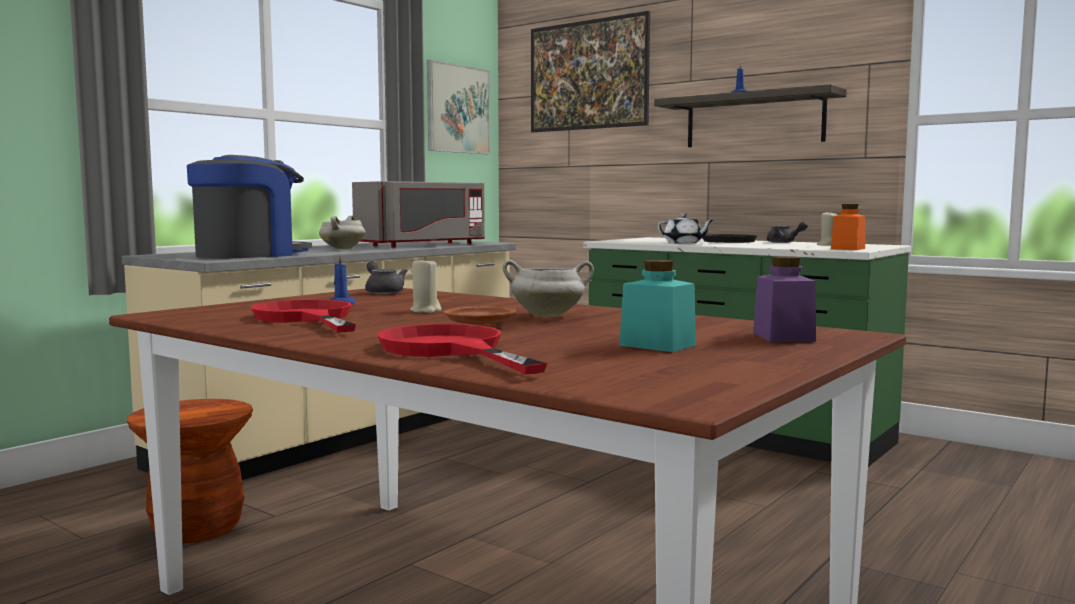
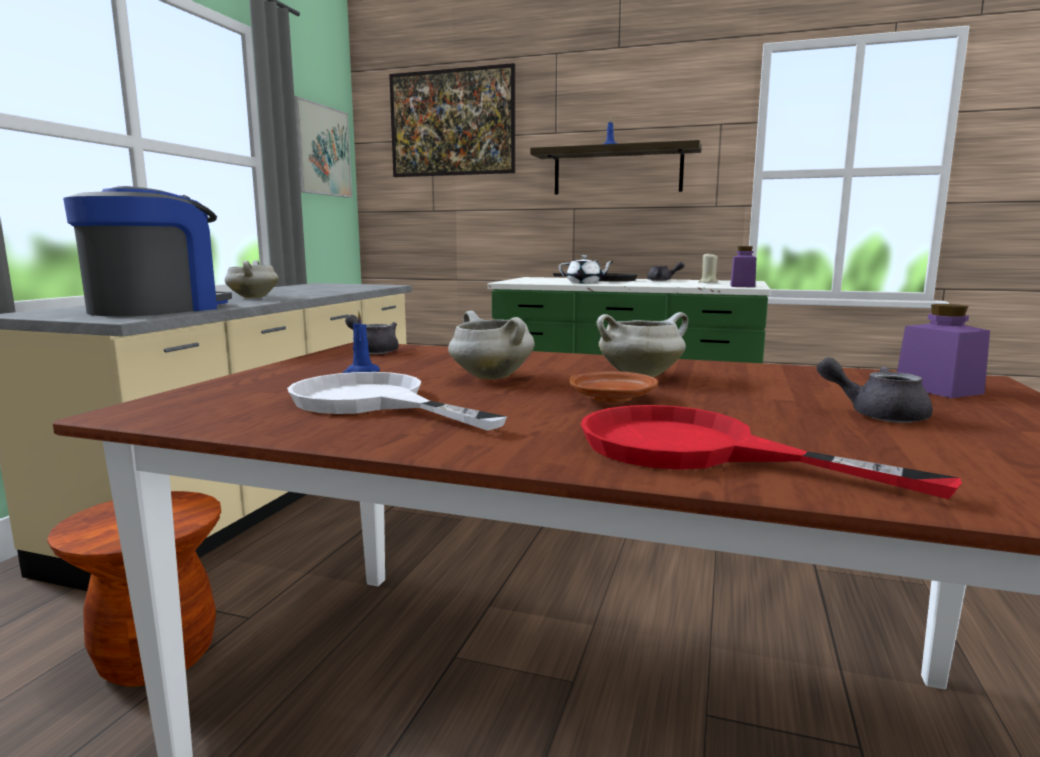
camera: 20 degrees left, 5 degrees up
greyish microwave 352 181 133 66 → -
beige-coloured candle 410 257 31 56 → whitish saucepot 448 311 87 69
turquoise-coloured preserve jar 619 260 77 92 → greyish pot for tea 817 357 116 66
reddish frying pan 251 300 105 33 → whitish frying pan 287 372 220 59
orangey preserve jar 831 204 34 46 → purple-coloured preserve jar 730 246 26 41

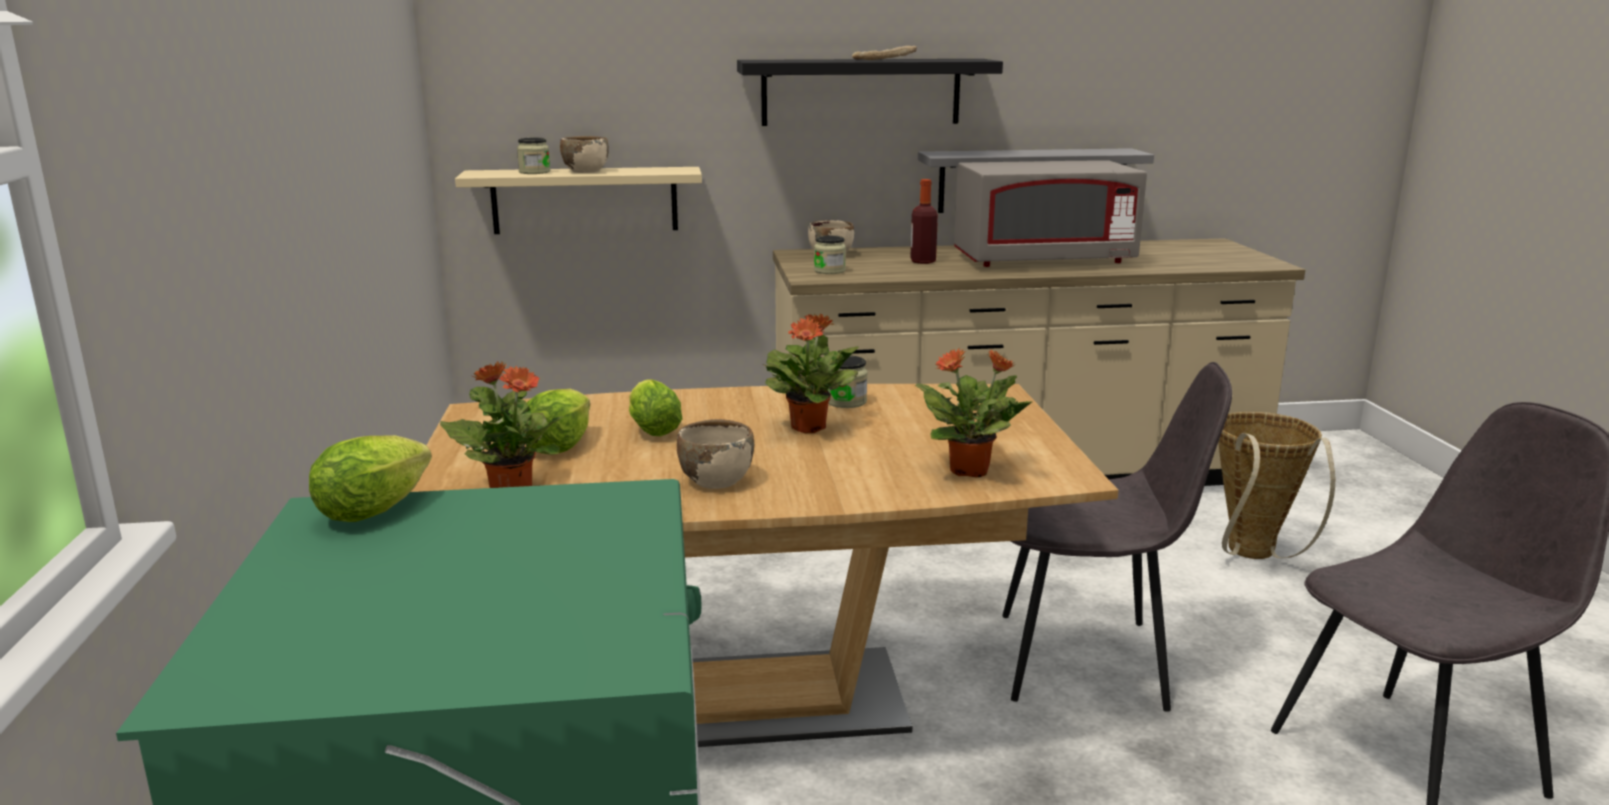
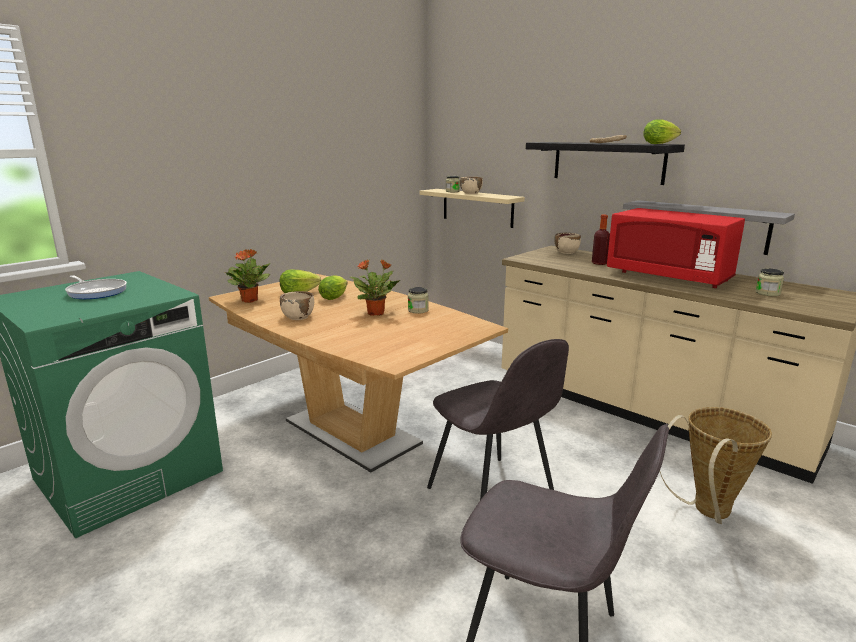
camera: 50 degrees right, 0 degrees up
houseplant 915 348 117 130 → -
- → frying pan 65 275 62 24
head of lettuce 309 435 123 87 → head of lettuce 643 119 38 25, relocated
preserve jar 814 235 32 39 → preserve jar 755 268 29 28, relocated
greyish microwave 954 161 193 106 → reddish microwave 607 208 138 80

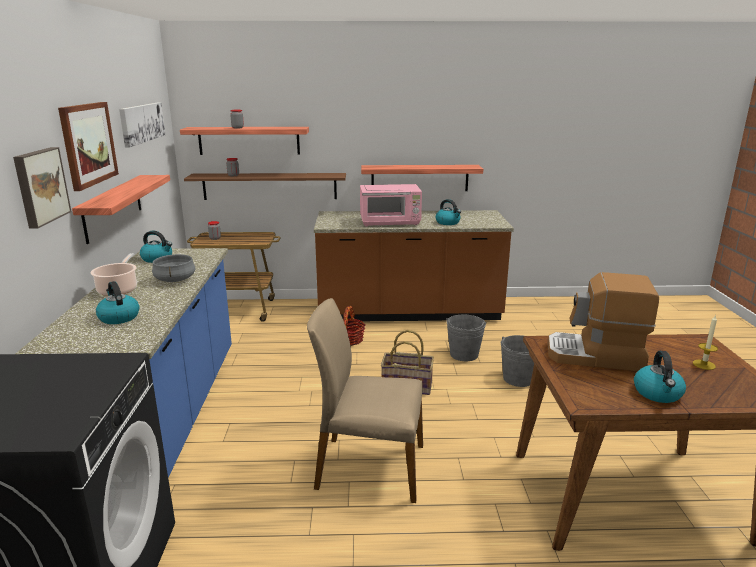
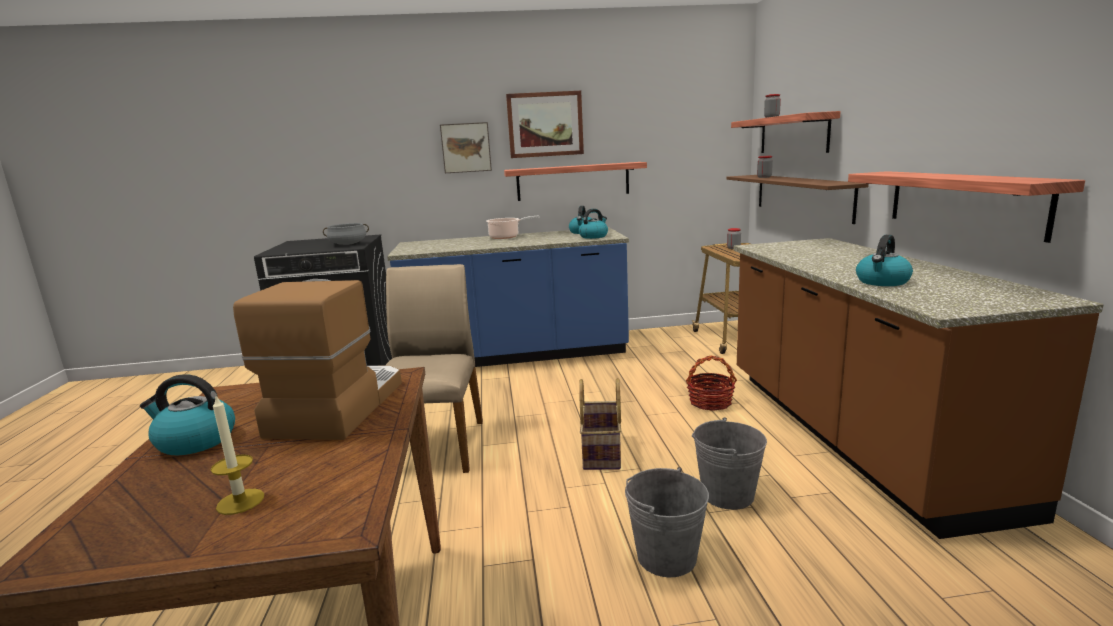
camera: 85 degrees right, 5 degrees down
wall picture 119 102 46 46 → -
pinkish microwave 360 184 62 42 → -
kettle 96 281 44 43 → kettle 579 209 29 30, relocated
greyish saucepot 152 254 44 28 → greyish saucepot 323 223 46 22, relocated

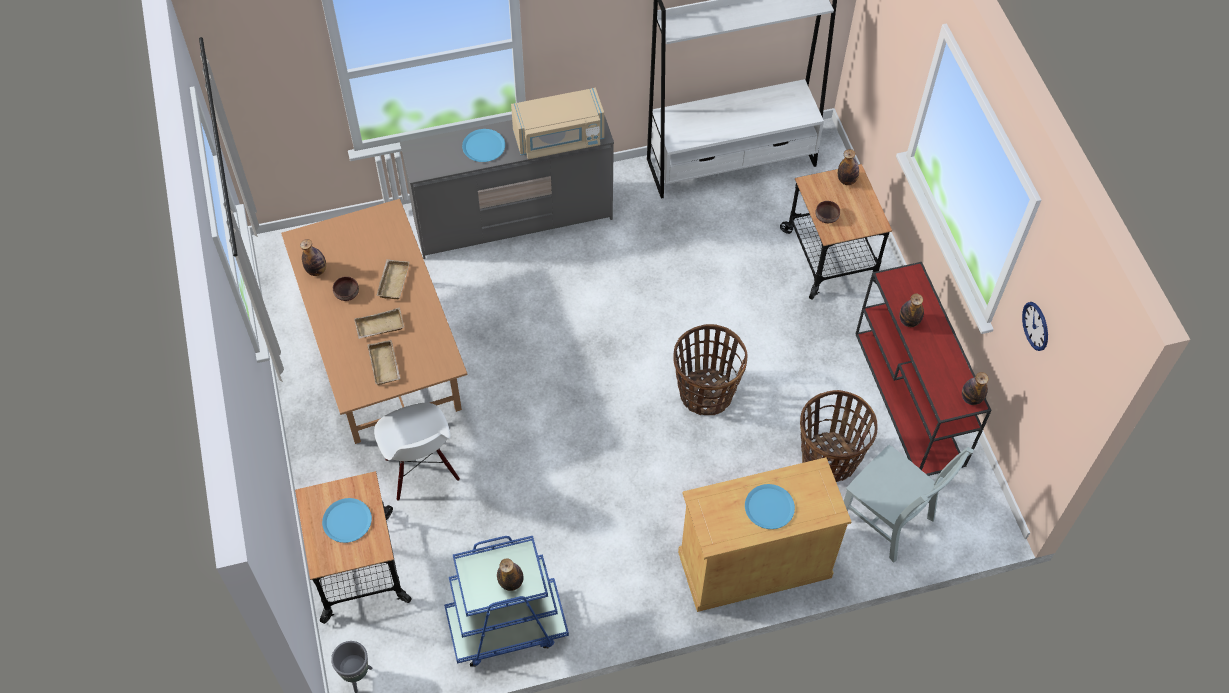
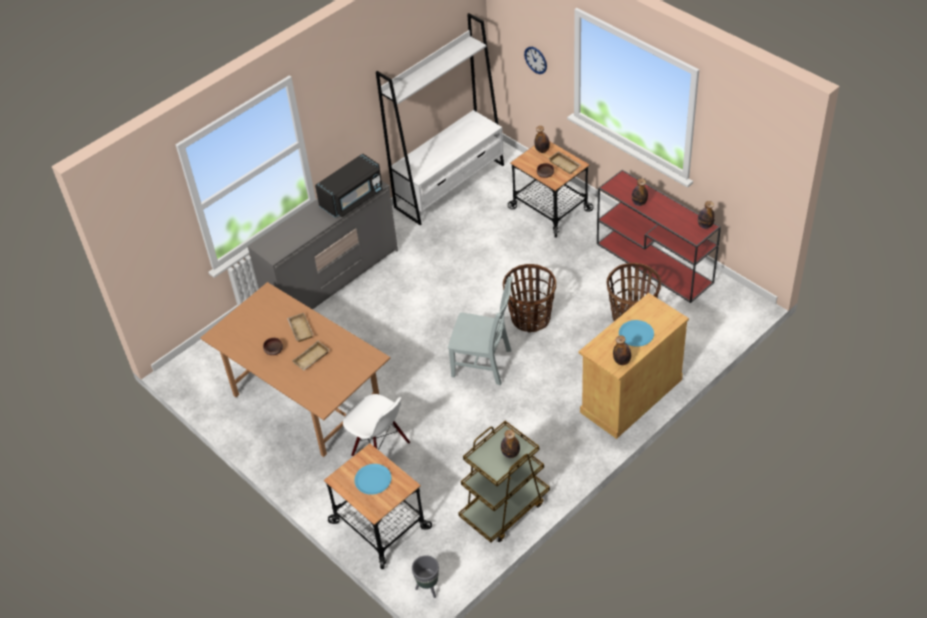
camera: 25 degrees left, 10 degrees down
blue plate 462 129 43 33 → -
beverage bottle 300 239 26 37 → beverage bottle 613 335 18 30, relocated
beige-coloured tray 367 340 33 46 → beige-coloured tray 548 151 33 23, relocated
greyish plain chair 844 445 130 118 → greyish plain chair 448 276 65 109, relocated
clock on the wall 1022 302 26 49 → clock on the wall 524 47 23 27, relocated
blue trolley 444 536 125 131 → brown trolley 458 421 92 121
beige-coloured microwave 511 88 93 71 → black microwave 315 153 68 65

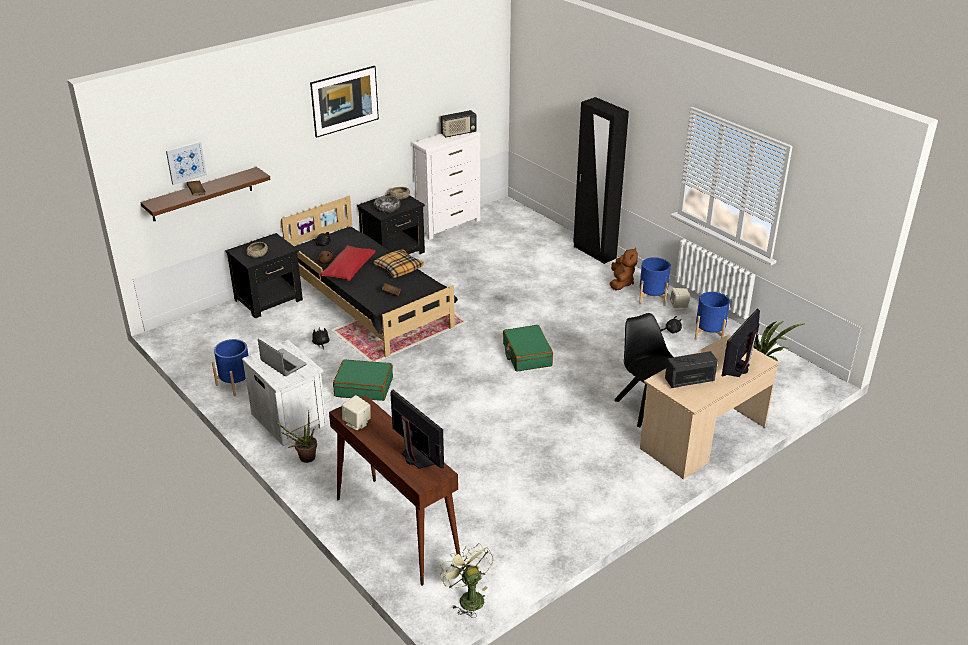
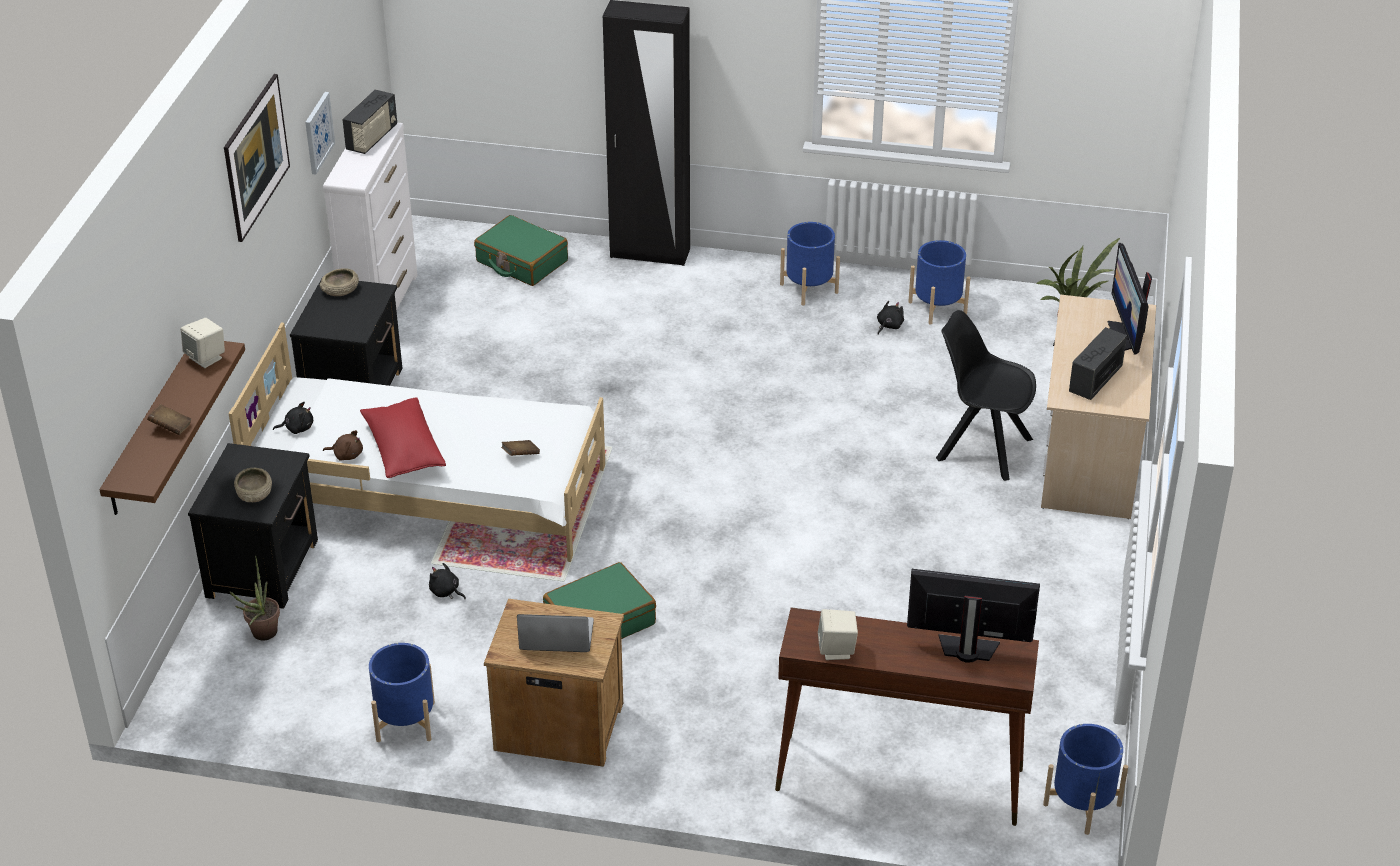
camera: 40 degrees left, 5 degrees up
cushion 373 249 51 29 → -
serving bowl 374 196 26 17 → -
brown plush toy 610 247 28 44 → -
wall picture 166 141 41 44 → wall picture 305 92 30 82, relocated
houseplant 275 410 42 53 → houseplant 230 556 50 85, relocated
green-coloured piece of luggage 503 325 50 47 → green-coloured piece of luggage 474 215 94 71, relocated
beige-coloured speaker 670 288 20 23 → beige-coloured speaker 180 318 45 50, relocated
green-coloured cooling fan 440 543 53 75 → blue plant pot 1043 724 85 111
whitish nightstand 242 340 85 106 → brown nightstand 484 599 140 168
black bed 281 196 177 162 → whitish bed 229 323 376 239

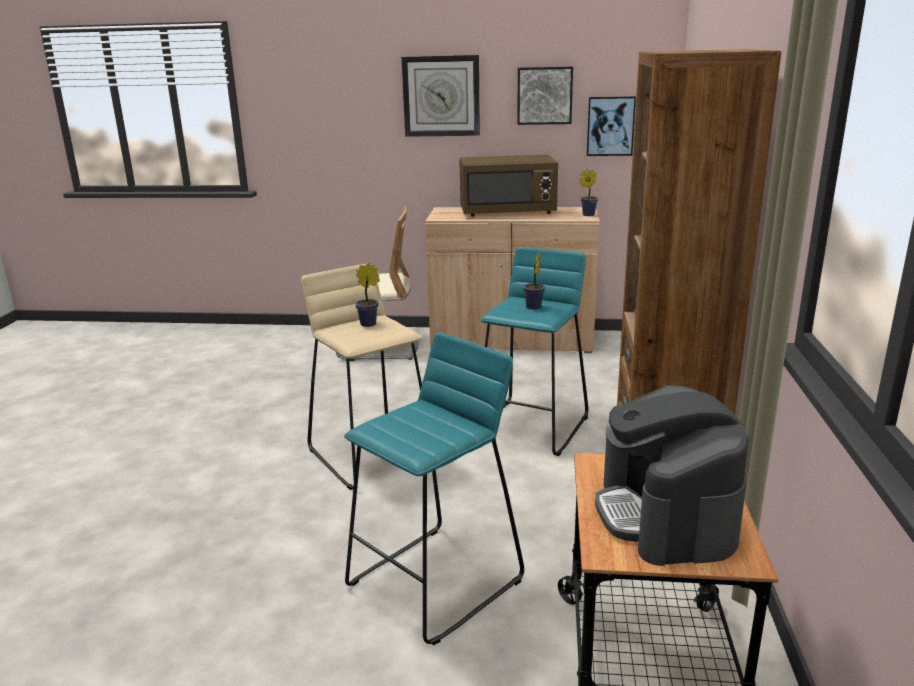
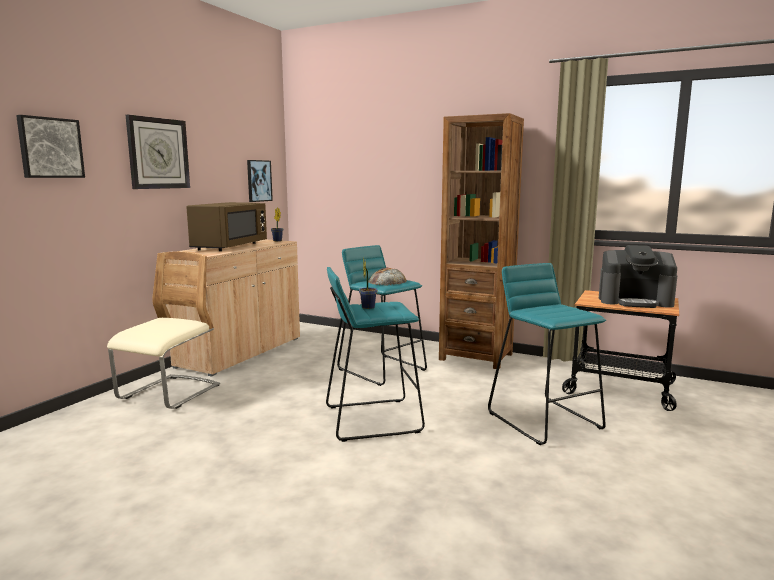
camera: 70 degrees left, 10 degrees down
wall picture 517 67 56 58 → wall picture 16 115 69 63, relocated
houseplant 523 251 22 59 → bakery bread 368 268 39 18
beige-coloured sitting stool 301 264 121 226 → turquoise-coloured sitting stool 326 267 99 175

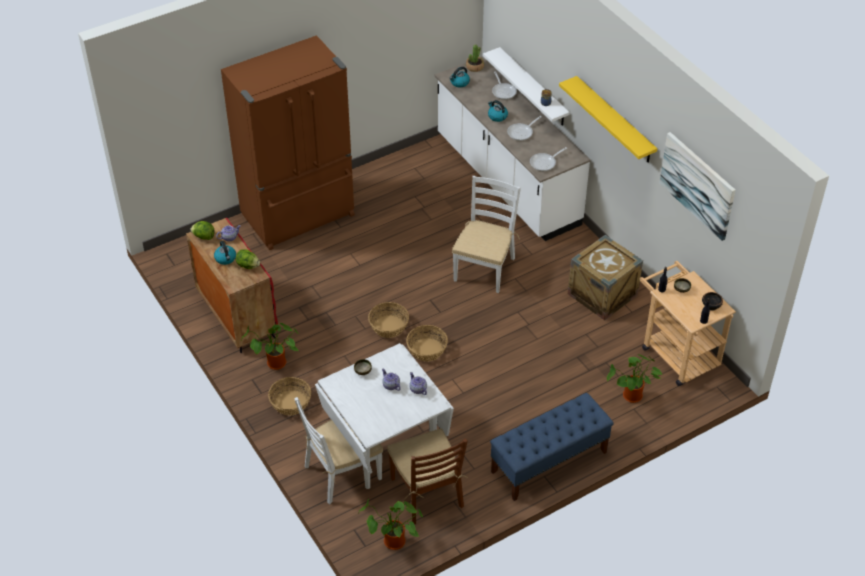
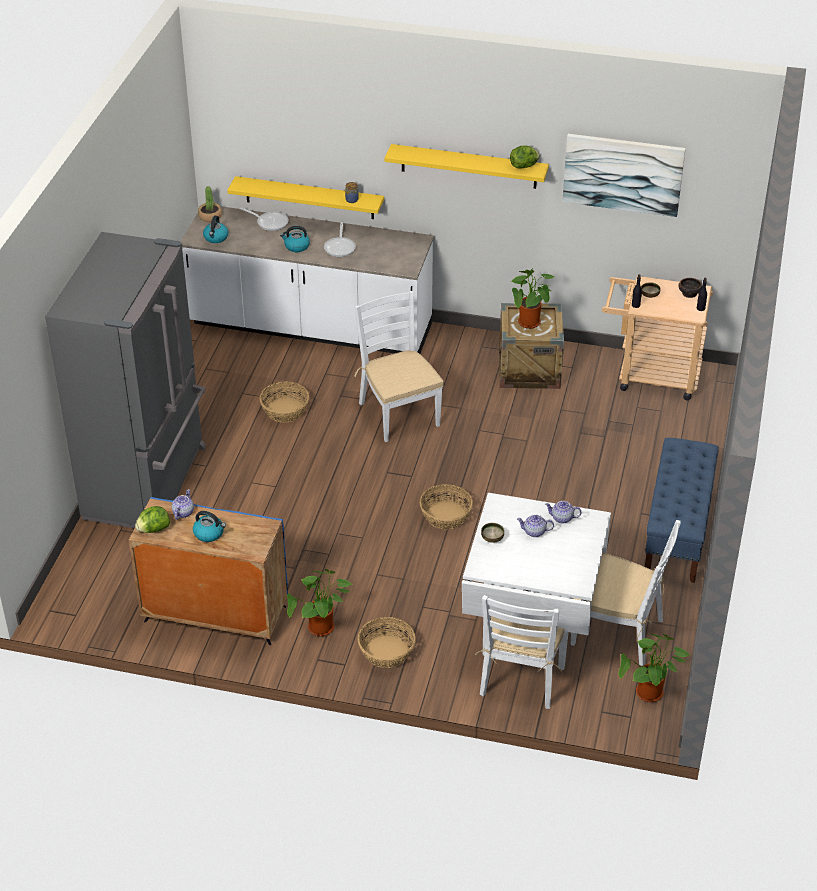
camera: 45 degrees left, 5 degrees down
frying pan 530 147 37 24 → -
head of lettuce 236 249 24 20 → head of lettuce 510 145 29 23, relocated
basket 368 302 41 36 → basket 259 381 50 42, relocated
houseplant 607 354 56 49 → houseplant 511 269 44 60, relocated
reddish cupboard 186 218 92 135 → blue cupboard 129 497 159 148
brown refrigerator 221 35 134 215 → greyish refrigerator 45 232 161 296
brown plain chair 387 428 81 96 → whitish plain chair 570 520 111 146
whitish wall shelf 483 47 87 79 → yellowish wall shelf 227 176 157 43

